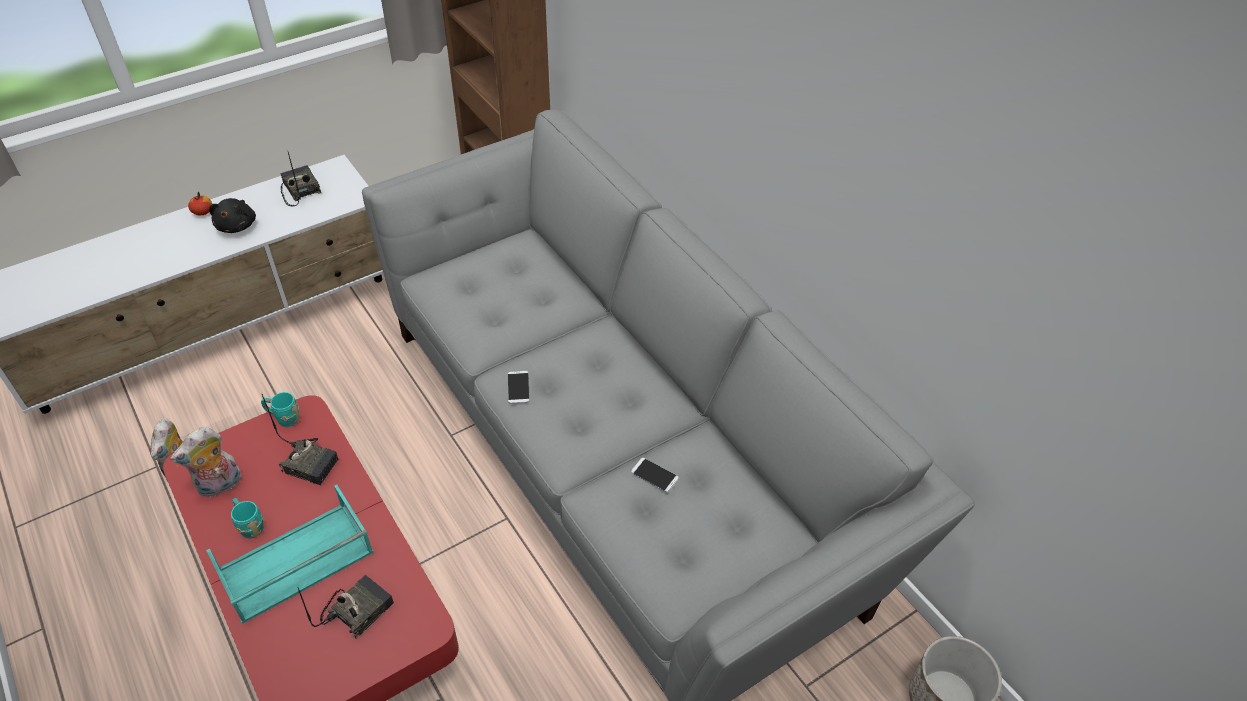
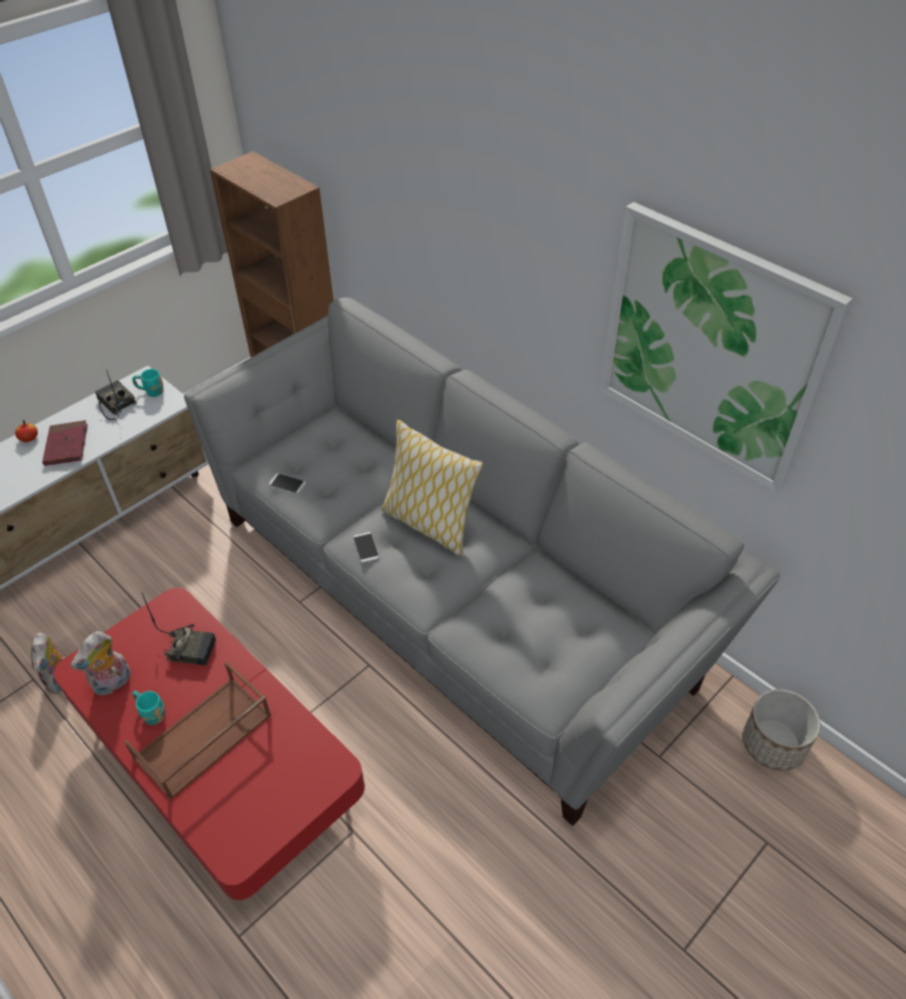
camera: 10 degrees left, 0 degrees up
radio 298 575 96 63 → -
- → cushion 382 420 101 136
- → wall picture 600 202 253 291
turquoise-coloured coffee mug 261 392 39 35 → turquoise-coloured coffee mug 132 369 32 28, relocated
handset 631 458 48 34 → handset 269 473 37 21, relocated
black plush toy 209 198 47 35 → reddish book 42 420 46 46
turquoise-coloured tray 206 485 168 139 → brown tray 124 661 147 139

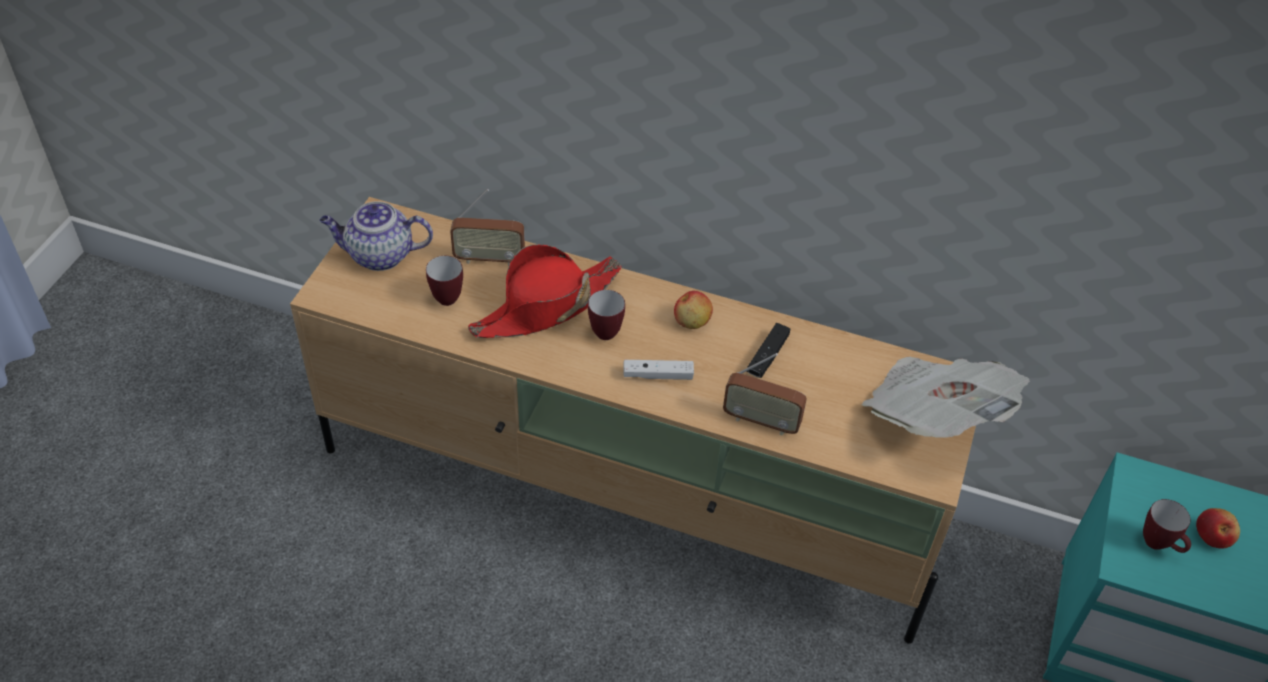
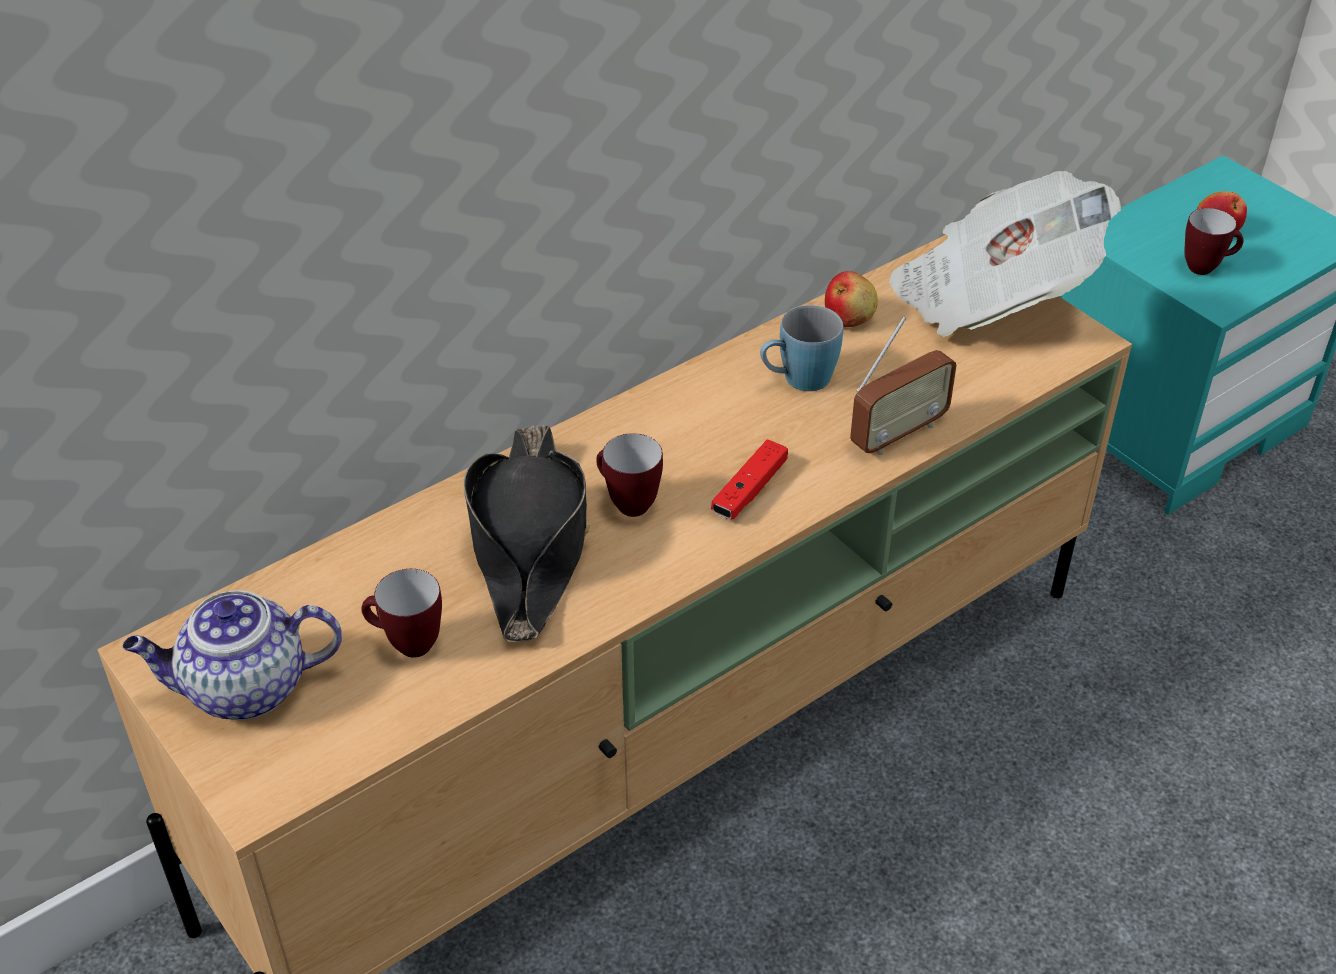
camera: 55 degrees left, 5 degrees down
radio 450 189 75 77 → -
whole apple 674 291 39 38 → whole apple 825 271 53 56, relocated
black gamepad 747 323 43 55 → blue coffee mug 760 305 83 86
reddish hat 468 244 154 94 → black hat 463 425 127 217
whitish gamepad 623 360 71 20 → reddish gamepad 711 440 77 79
pot for tea 320 201 113 70 → pot for tea 123 590 219 130, 45 degrees clockwise

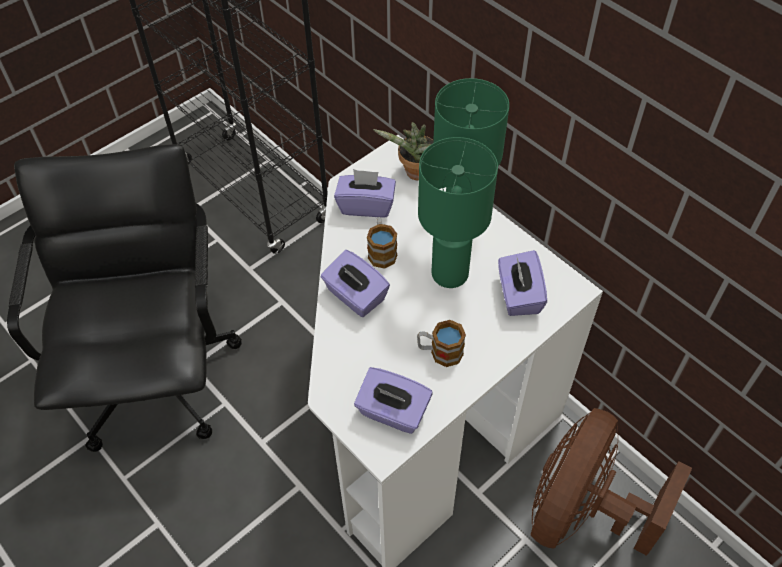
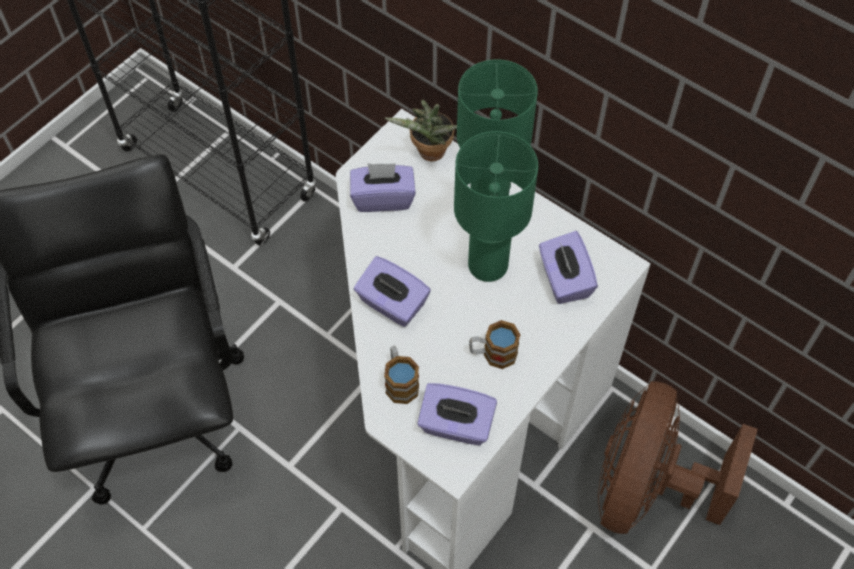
camera: 10 degrees left, 5 degrees up
coffee mug 367 217 30 52 → coffee mug 384 346 35 58, relocated

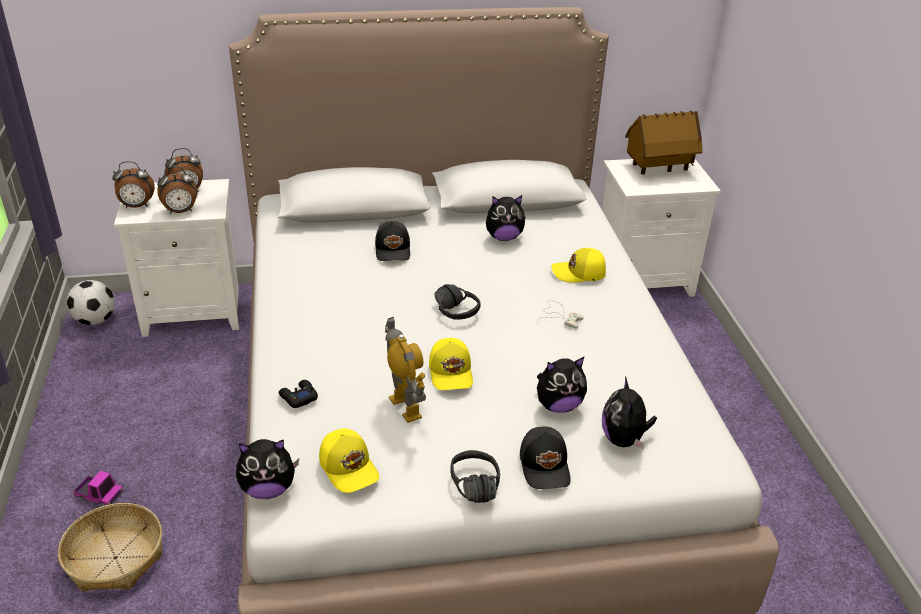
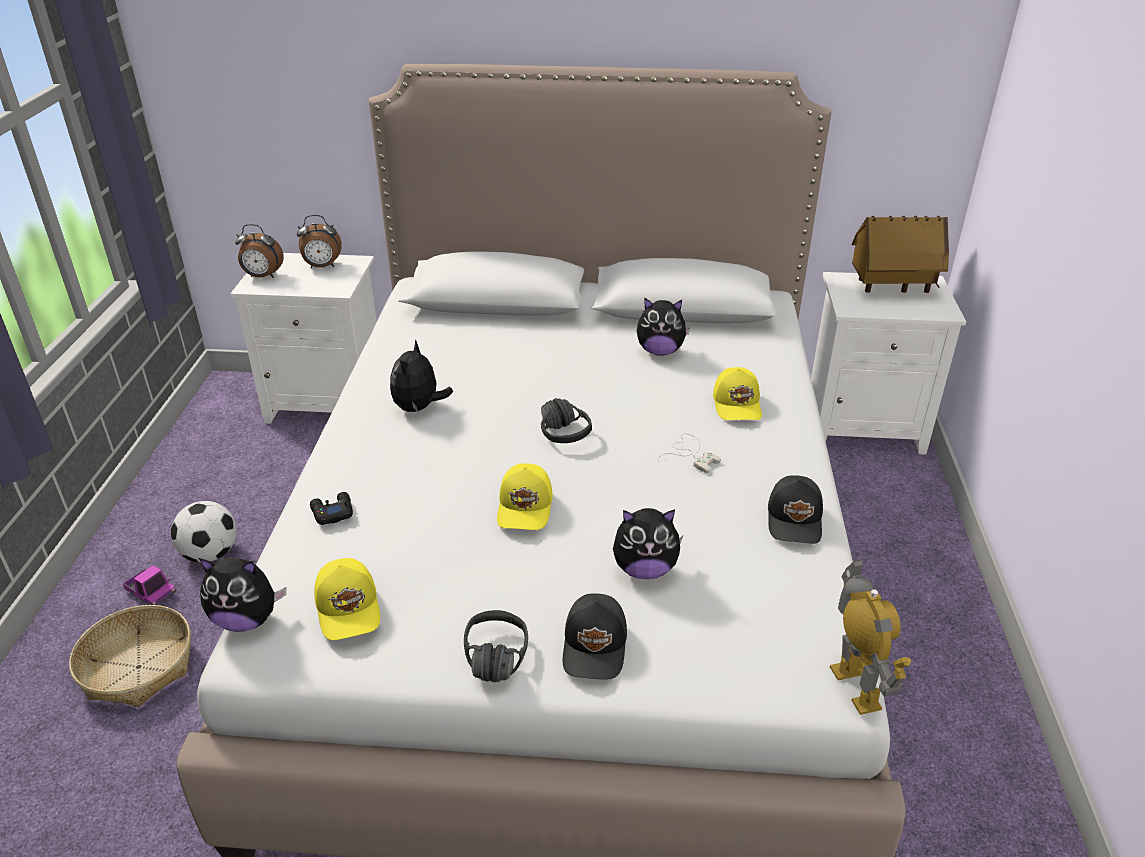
camera: 15 degrees right, 0 degrees up
table clock 157 166 40 48 → -
football ball 66 280 49 45 → football ball 171 501 66 62, relocated
black cap 375 221 35 40 → black cap 768 475 55 69, relocated
robot figure 385 317 41 106 → robot figure 830 559 81 156, relocated
plush toy 602 376 55 73 → plush toy 390 339 63 73, relocated
yellowish cap 552 248 54 35 → yellowish cap 713 367 49 53, 105 degrees counterclockwise

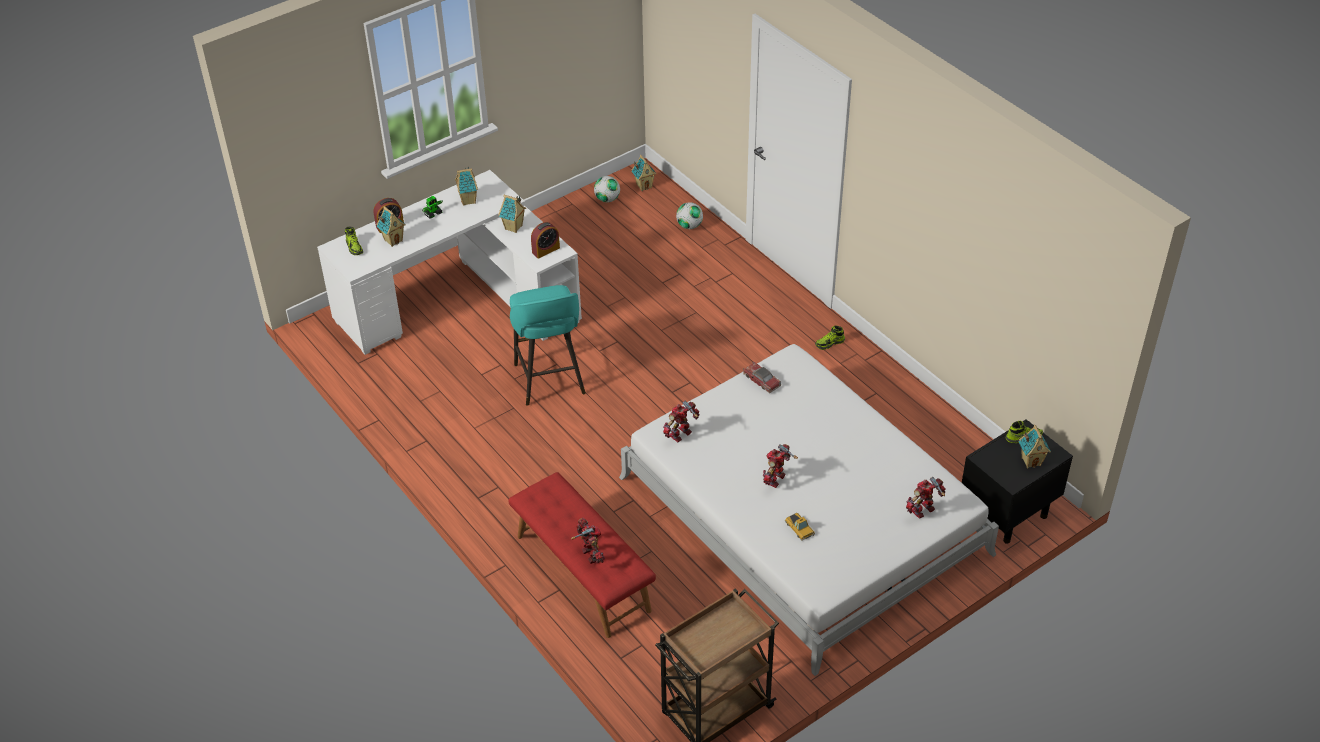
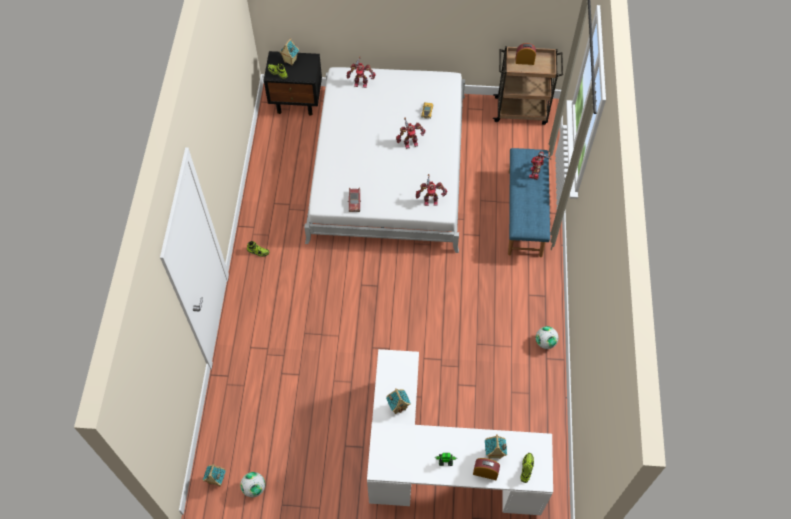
camera: 140 degrees left, 15 degrees up
miniature house 455 167 23 39 → -
turquoise-coloured sitting stool 510 285 76 121 → -
table clock 531 222 29 37 → table clock 515 43 21 22, relocated
football ball 676 202 27 27 → football ball 536 326 23 23, relocated
reddish long seat 508 472 148 166 → blue long seat 508 148 42 109

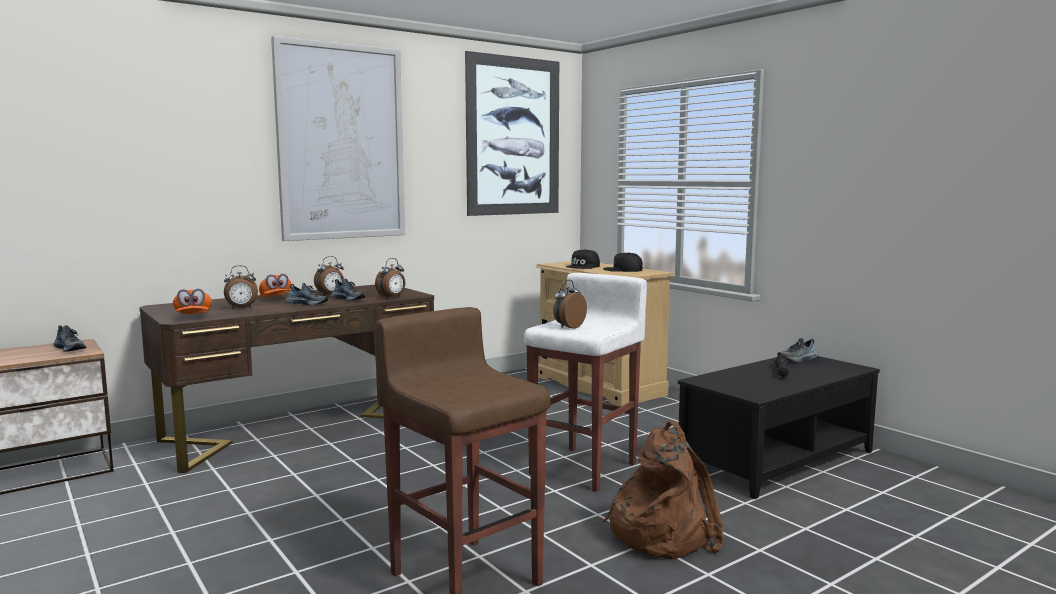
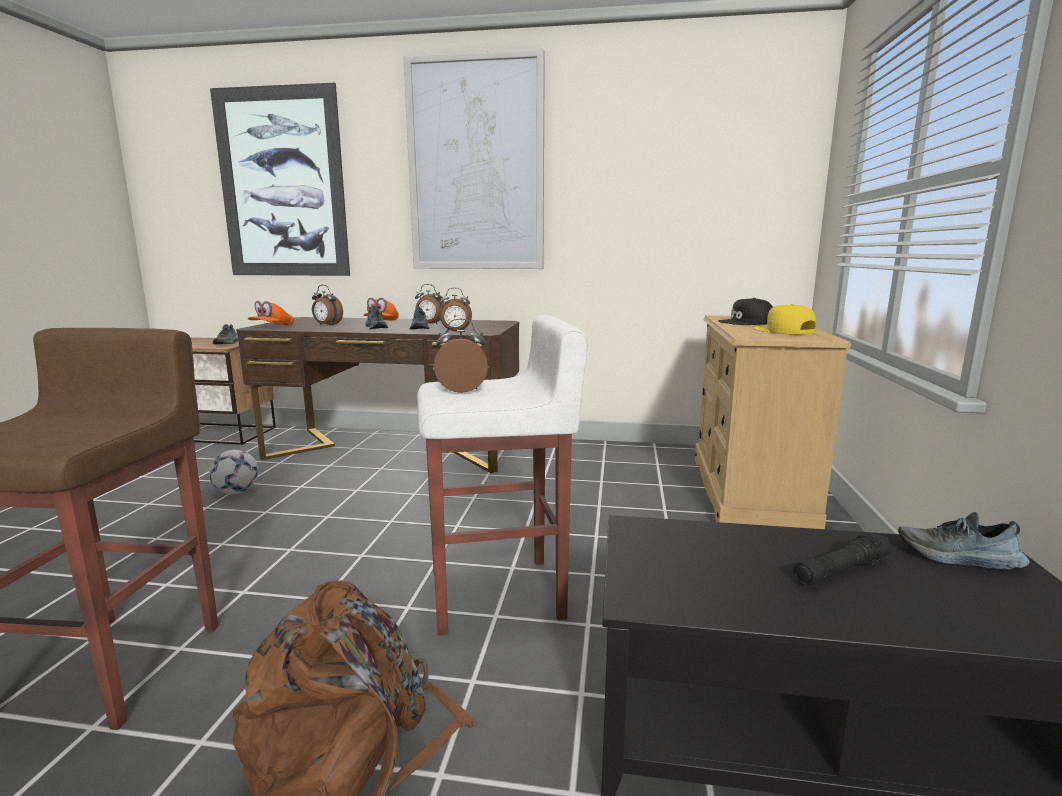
camera: 45 degrees right, 5 degrees up
- → football ball 209 450 49 44
wall picture 465 51 94 165 → wall picture 210 83 140 193, relocated
black cap 603 252 40 20 → yellowish cap 754 304 63 31

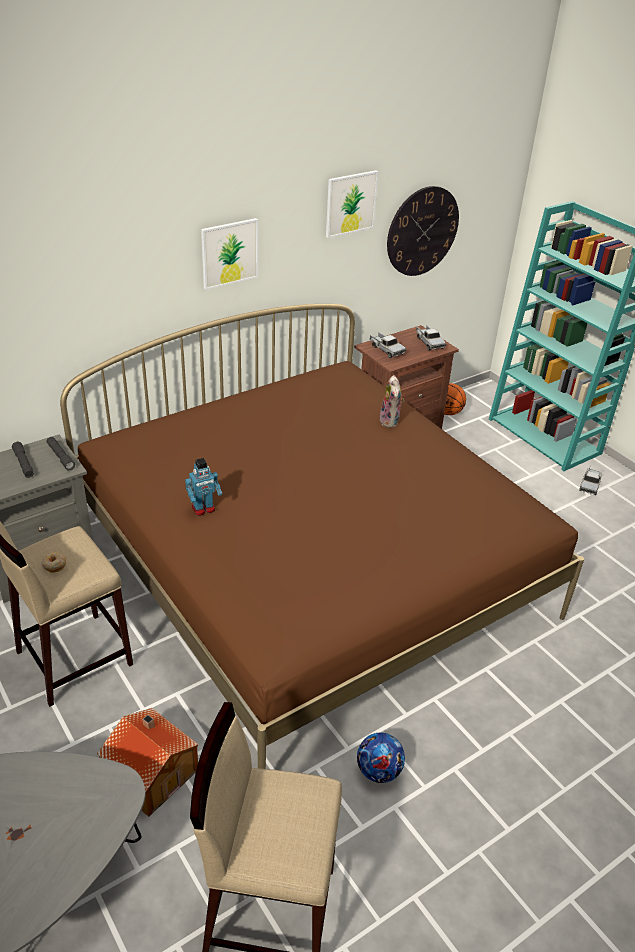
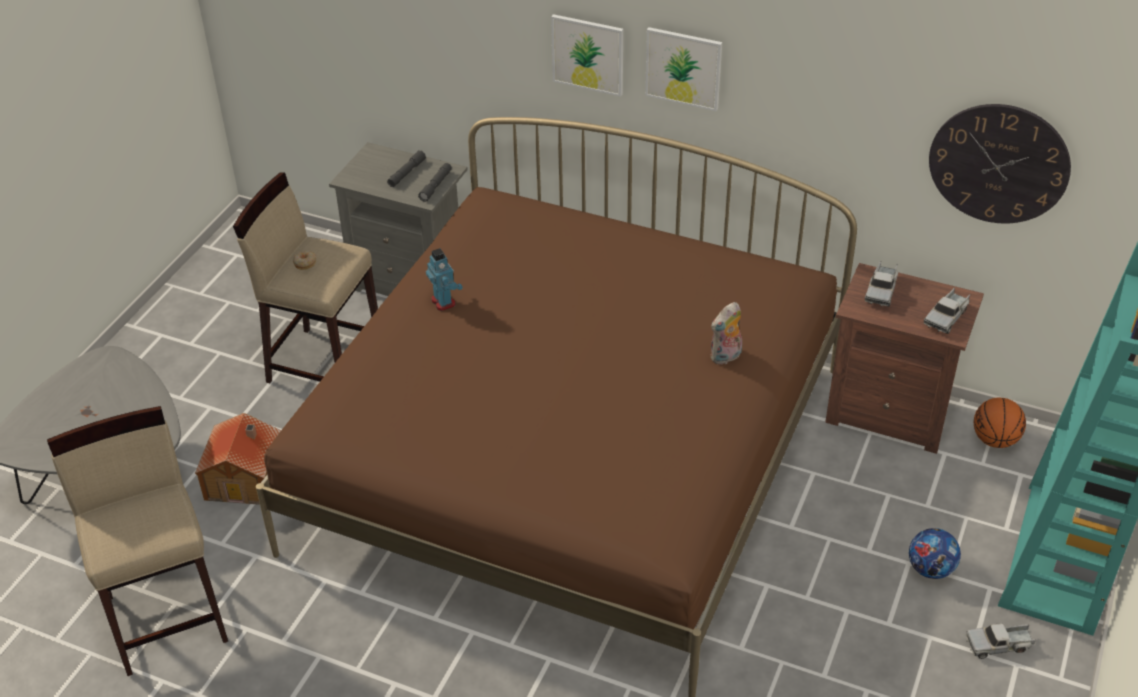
camera: 60 degrees right, 5 degrees up
wall picture 326 170 53 68 → wall picture 551 14 72 83, relocated
football ball 357 733 48 50 → football ball 909 528 52 51, relocated
robot figure 185 458 37 58 → robot figure 426 248 37 63, 150 degrees counterclockwise

